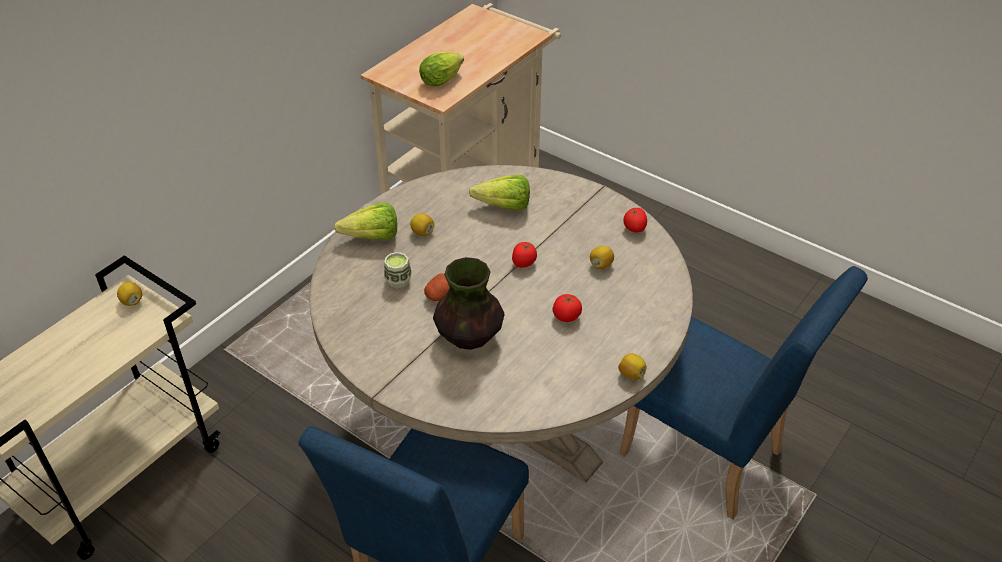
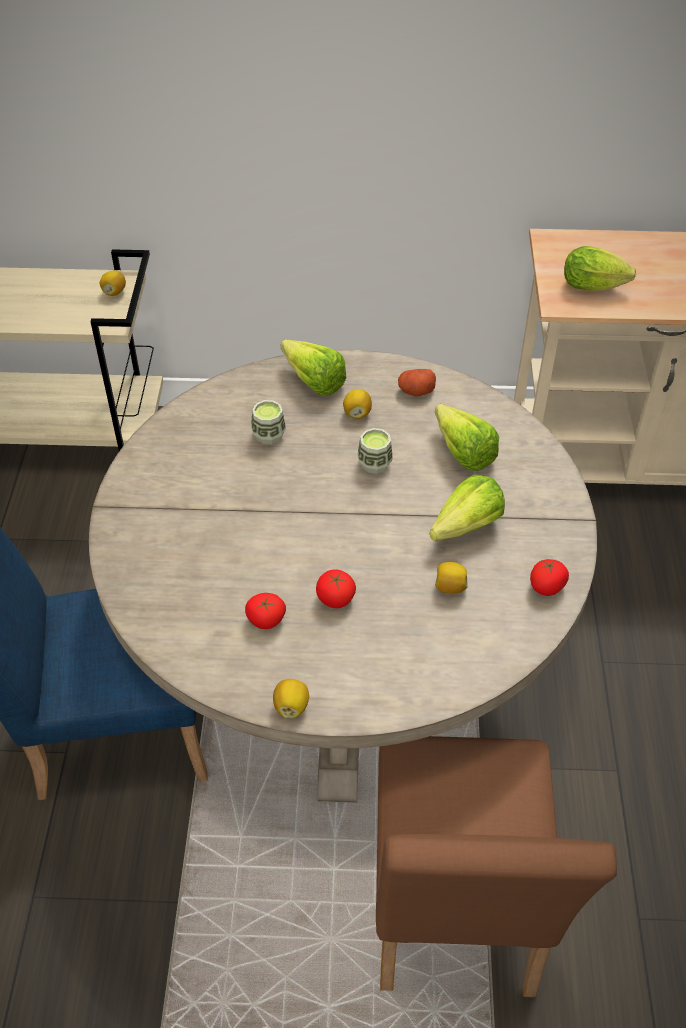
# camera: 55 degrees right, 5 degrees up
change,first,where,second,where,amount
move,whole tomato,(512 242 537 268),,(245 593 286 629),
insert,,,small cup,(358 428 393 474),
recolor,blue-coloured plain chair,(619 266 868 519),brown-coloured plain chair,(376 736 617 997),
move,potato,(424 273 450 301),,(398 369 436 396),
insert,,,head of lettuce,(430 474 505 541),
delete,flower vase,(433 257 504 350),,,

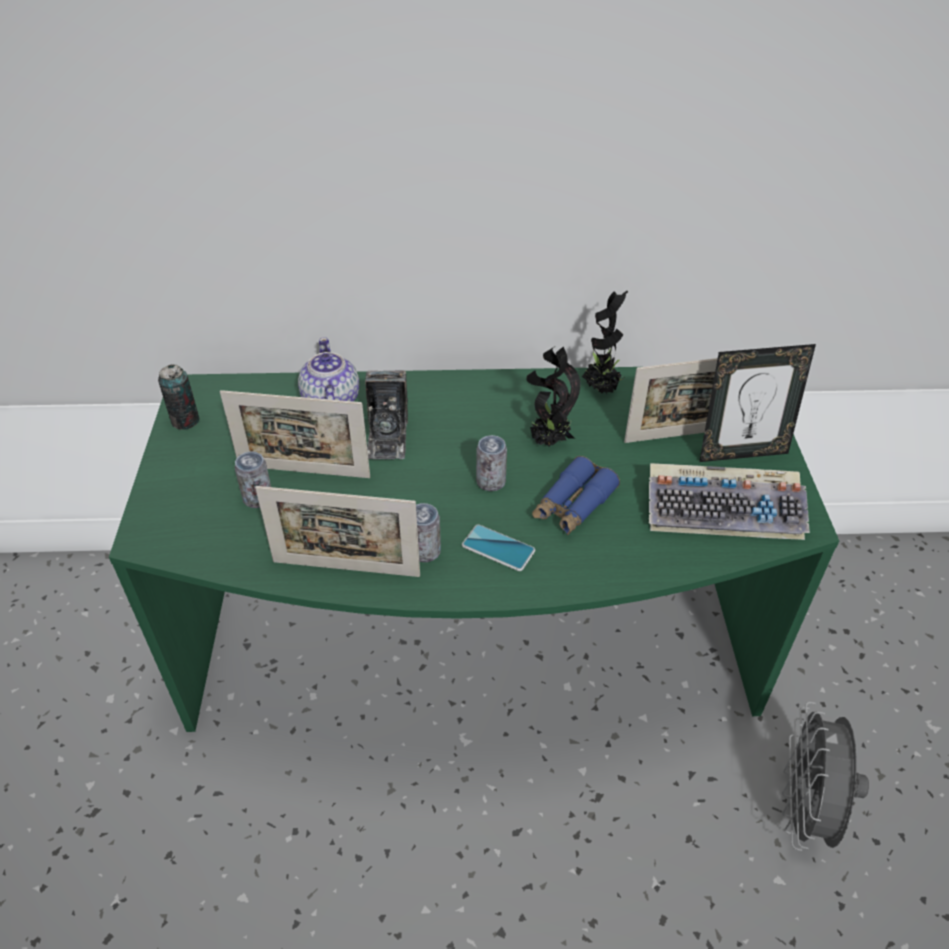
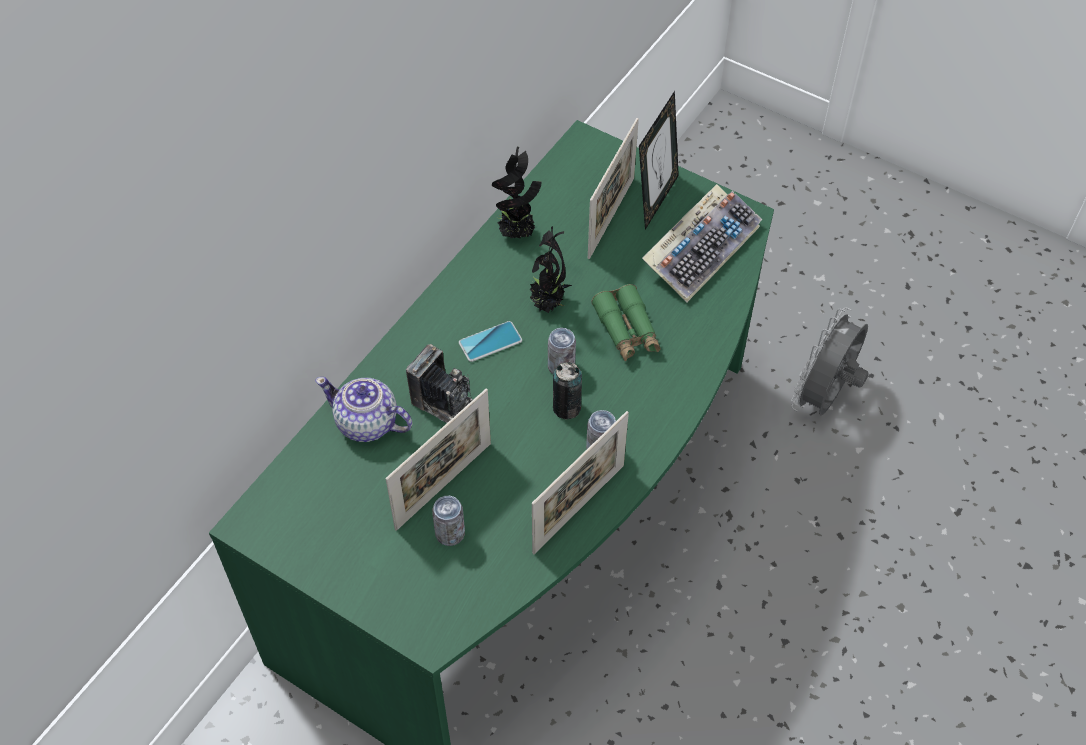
# camera: 55 degrees left, 10 degrees up
change,first,where,second,where,amount
move,phone,(462 524 535 571),,(459 321 522 362),
move,metal can,(158 364 200 430),,(553 362 582 419),
recolor,blue-coloured binoculars,(532 456 620 535),green binoculars,(591 284 661 361),
rotate,grey cooling fan,(782 702 869 851),,(791 307 869 416),75 degrees clockwise

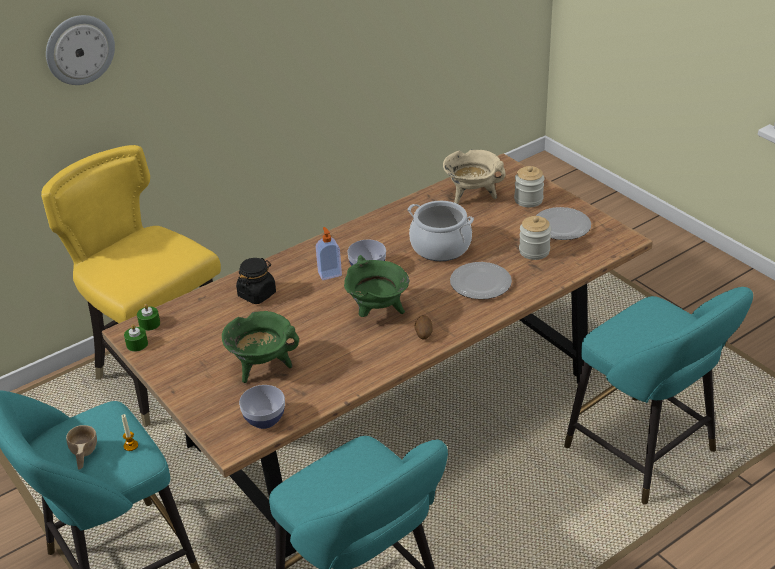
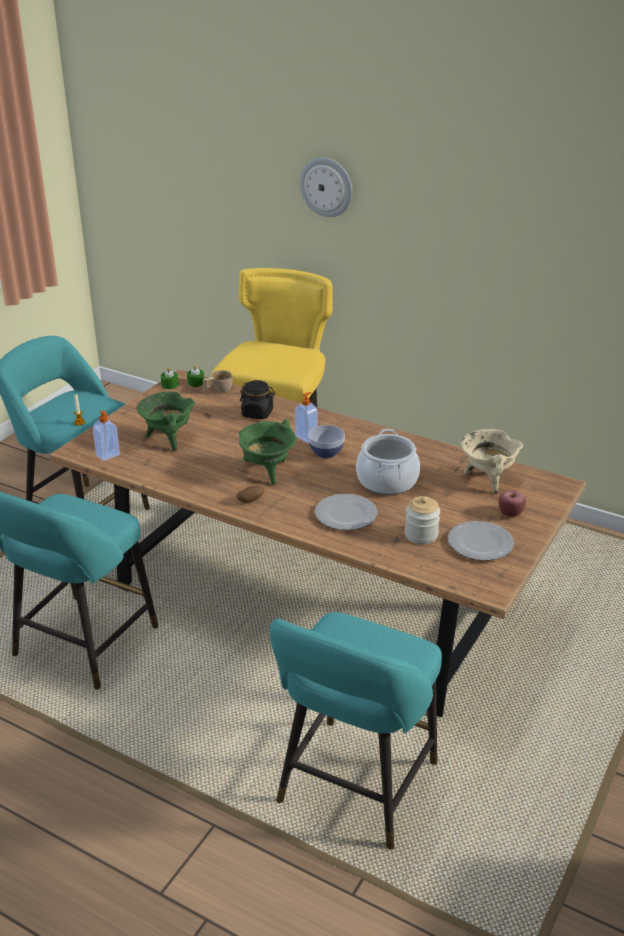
# camera: 65 degrees right, 5 degrees down
change,first,where,second,where,amount
replace,serving bowl,(239 385 285 429),liquid soap bottle,(93 410 120 461),
move,beige small cup,(66 425 97 470),,(203 370 233 393),
replace,jar,(514 166 544 207),apple fruit,(499 490 526 517),

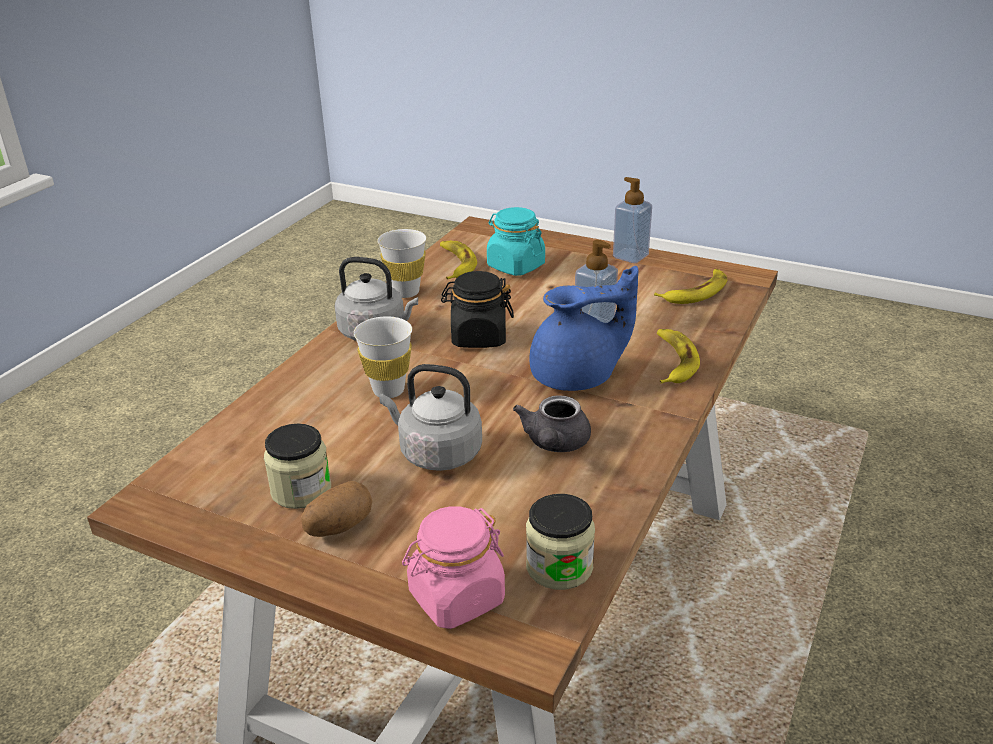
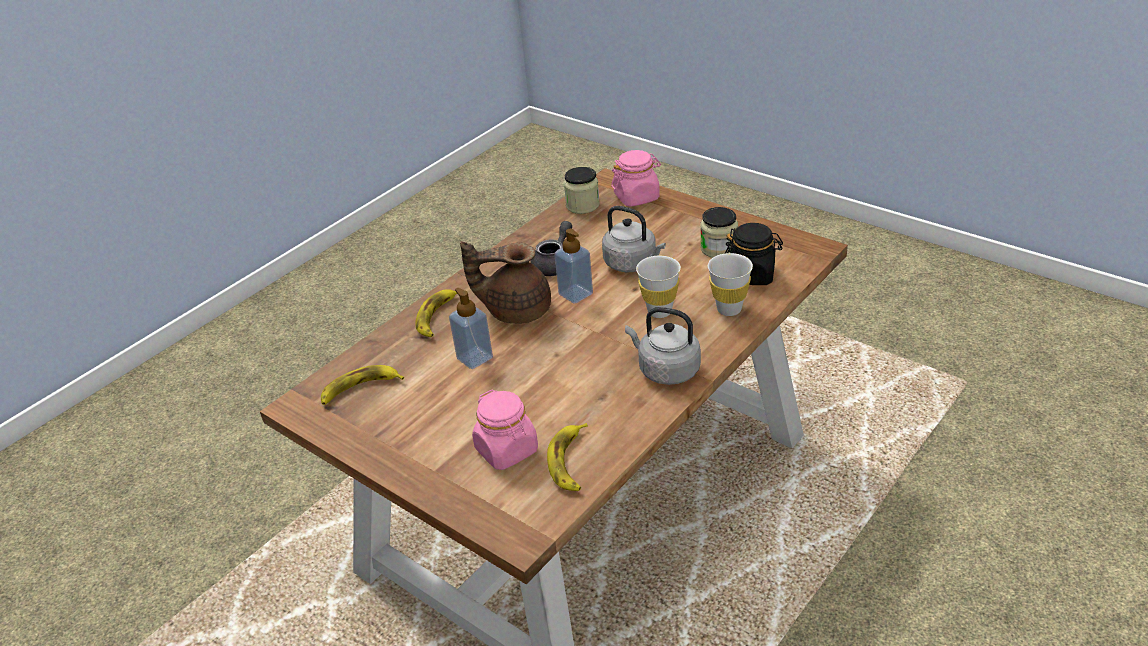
# camera: 165 degrees left, 5 degrees up
change,first,where,second,where,amount
recolor,blue-coloured teapot,(529 266 638 391),brown-coloured teapot,(460 241 551 324),
recolor,turquoise jar,(487 207 545 276),pinkish jar,(472 390 538 470),
move,liquid soap bottle,(613 177 652 263),,(554 229 593 304),
move,whitish small cup,(377 229 426 298),,(708 253 753 316),
move,black-coloured jar,(441 271 514 348),,(725 223 783 285),
delete,potato,(301 481 372 537),,,

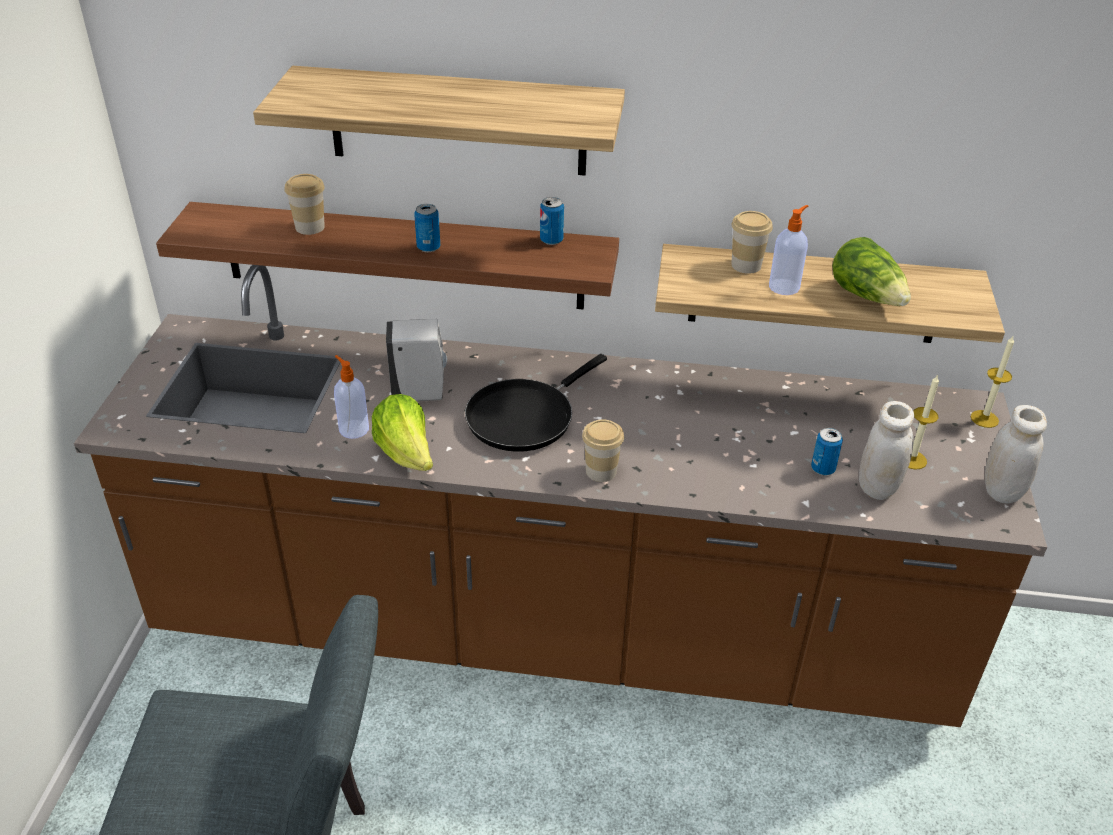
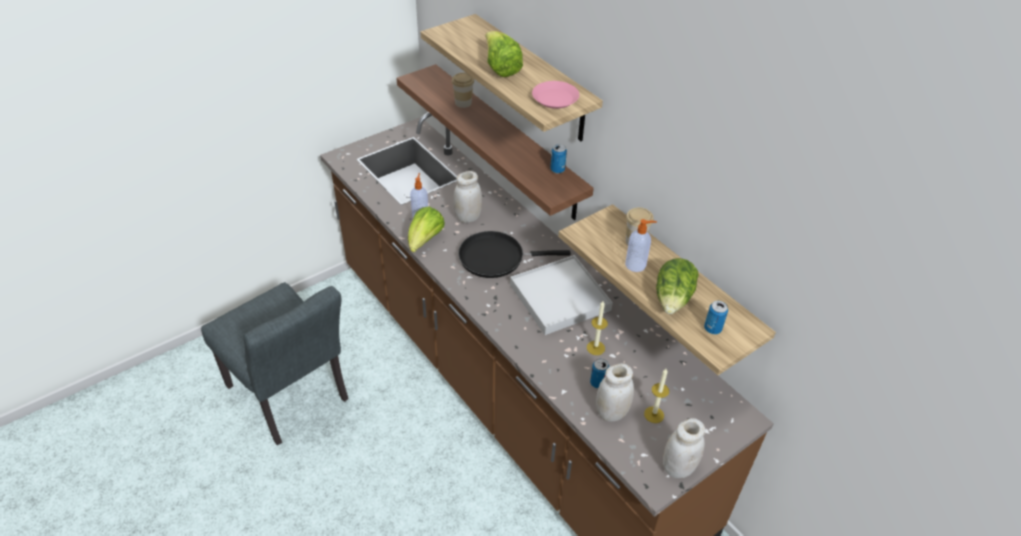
# camera: 45 degrees right, 5 degrees up
change,first,where,second,where,amount
replace,whitish liquid soap bottle,(386 319 447 401),whitish jar,(453 171 482 223),
insert,,,head of lettuce,(485 31 523 77),
insert,,,whitish tray,(510 255 613 335),
insert,,,pinkish dinner plate,(532 81 579 109),
move,wax candle,(971 336 1014 428),,(587 301 608 355),
move,metal can,(414 204 440 252),,(704 301 728 334),
delete,small cup,(582 419 624 482),,,

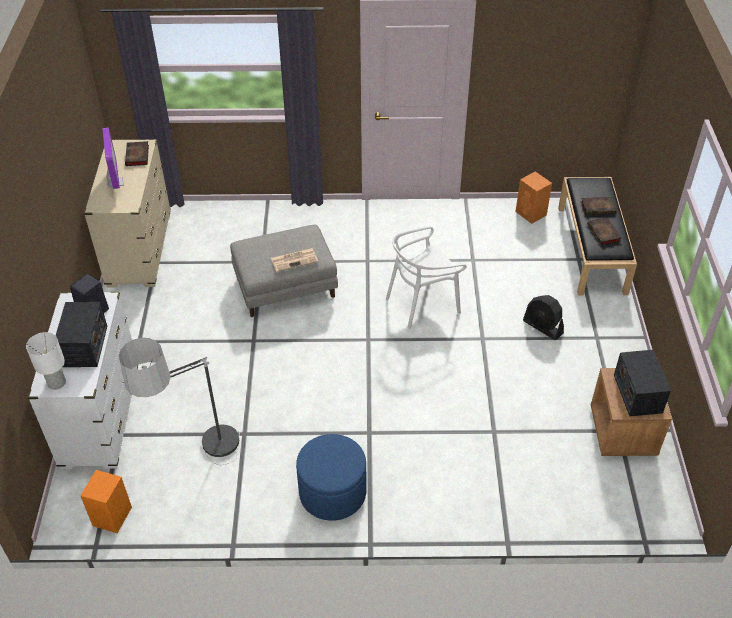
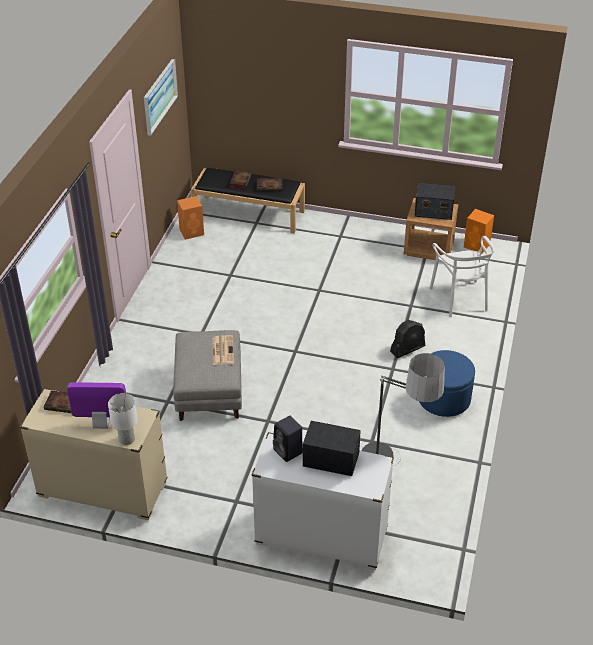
# camera: 75 degrees left, 5 degrees down
change,first,where,second,where,amount
move,whitish tabletop lamp,(26 332 66 390),,(108 393 137 445),
insert,,,picture,(144 59 178 136),
move,black-coloured cooling fan,(523 295 564 340),,(390 320 425 358),
move,whitish plain chair,(386 226 467 329),,(430 236 494 317),
move,orange speaker,(80 470 132 533),,(464 209 494 254),

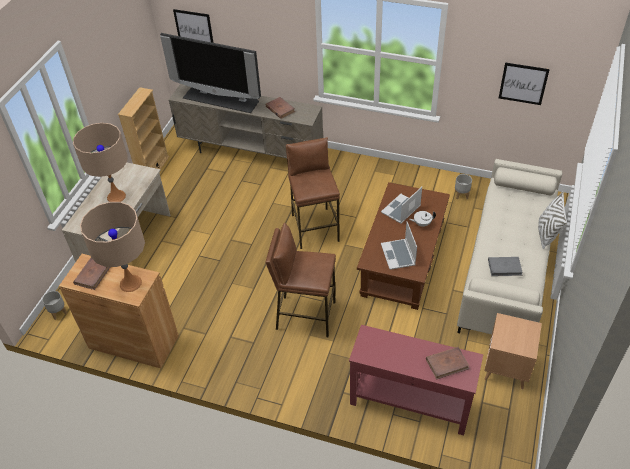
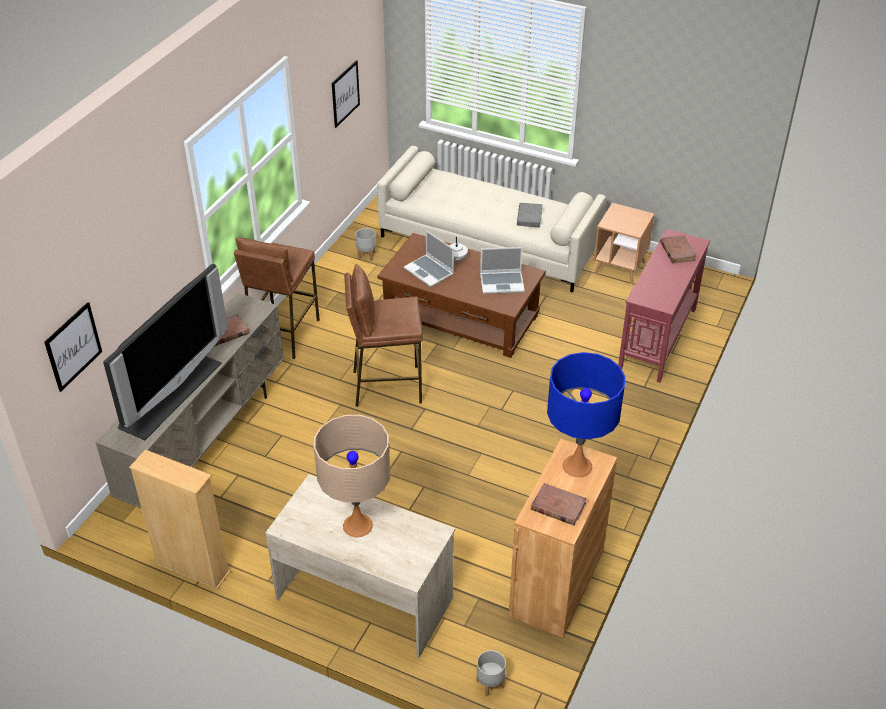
# camera: 85 degrees left, 5 degrees down
change,first,where,second,where,amount
move,brown-coloured stool,(265 223 336 337),,(234 238 320 359),
recolor,beige tabletop lamp,(80 202 145 292),blue-coloured tabletop lamp,(547 352 625 477),
delete,whitish pillow,(538 192 567 249),,,

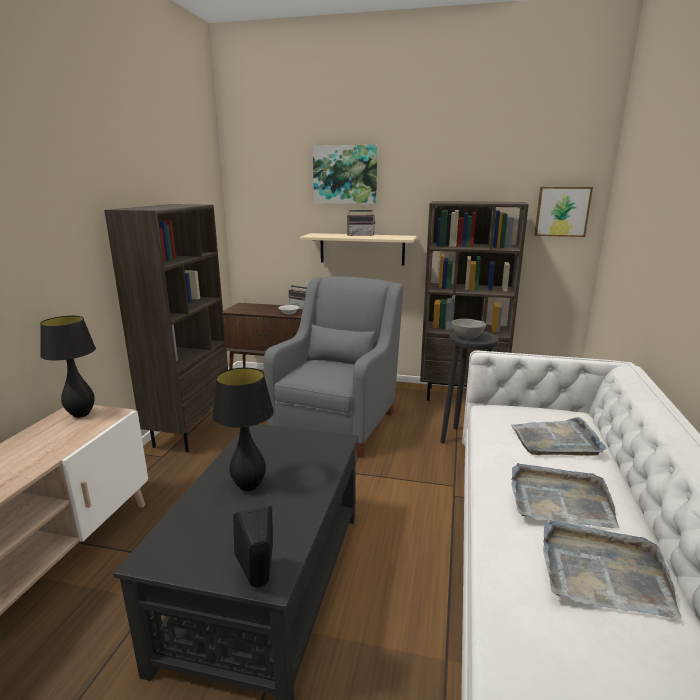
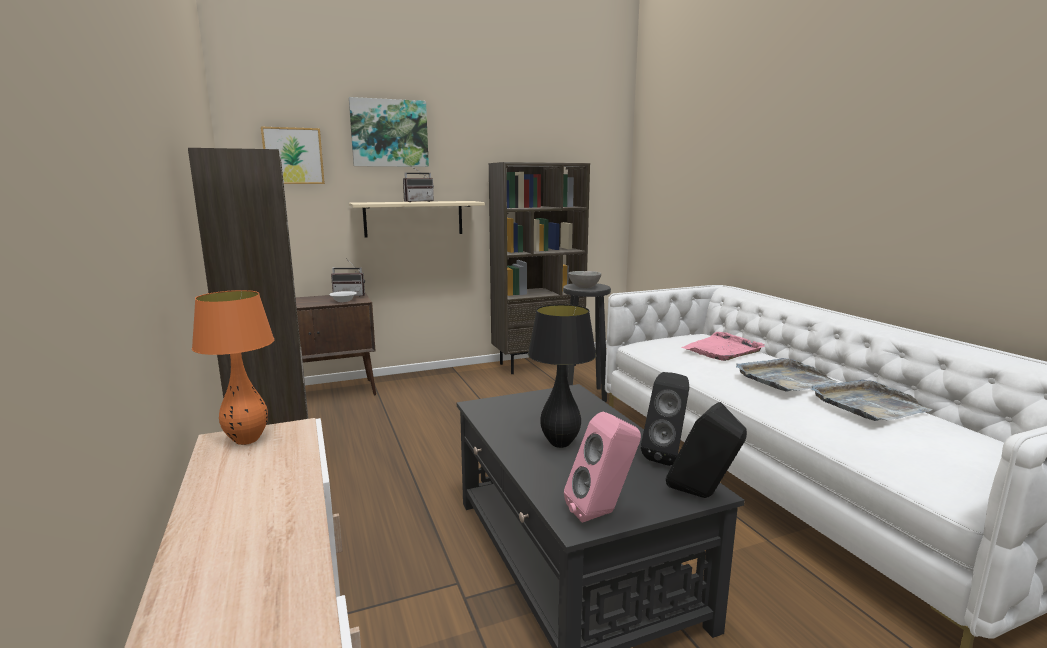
# camera: 35 degrees left, 5 degrees down
change,first,where,second,where,amount
recolor,black-coloured tabletop lamp,(40 316 96 418),orange tabletop lamp,(192 290 274 445),
move,picture,(534 187 593 237),,(261 127 325 184),
insert,,,pinkish speaker,(564 411 641 523),
insert,,,black-coloured speaker,(641 372 689 466),
recolor,grey tray,(511 417 606 456),pinkish tray,(682 332 765 361),
delete,grey easy chair,(263 276 403 458),,,

